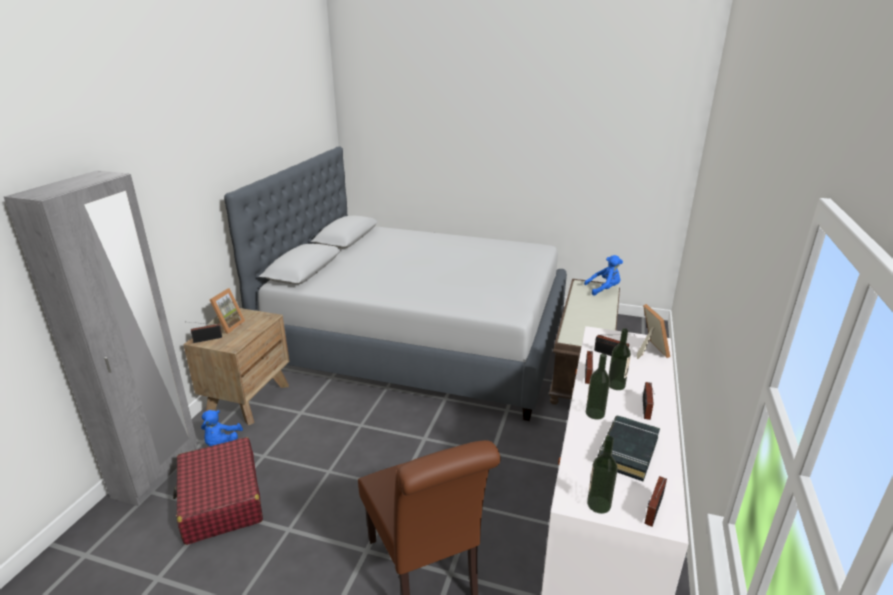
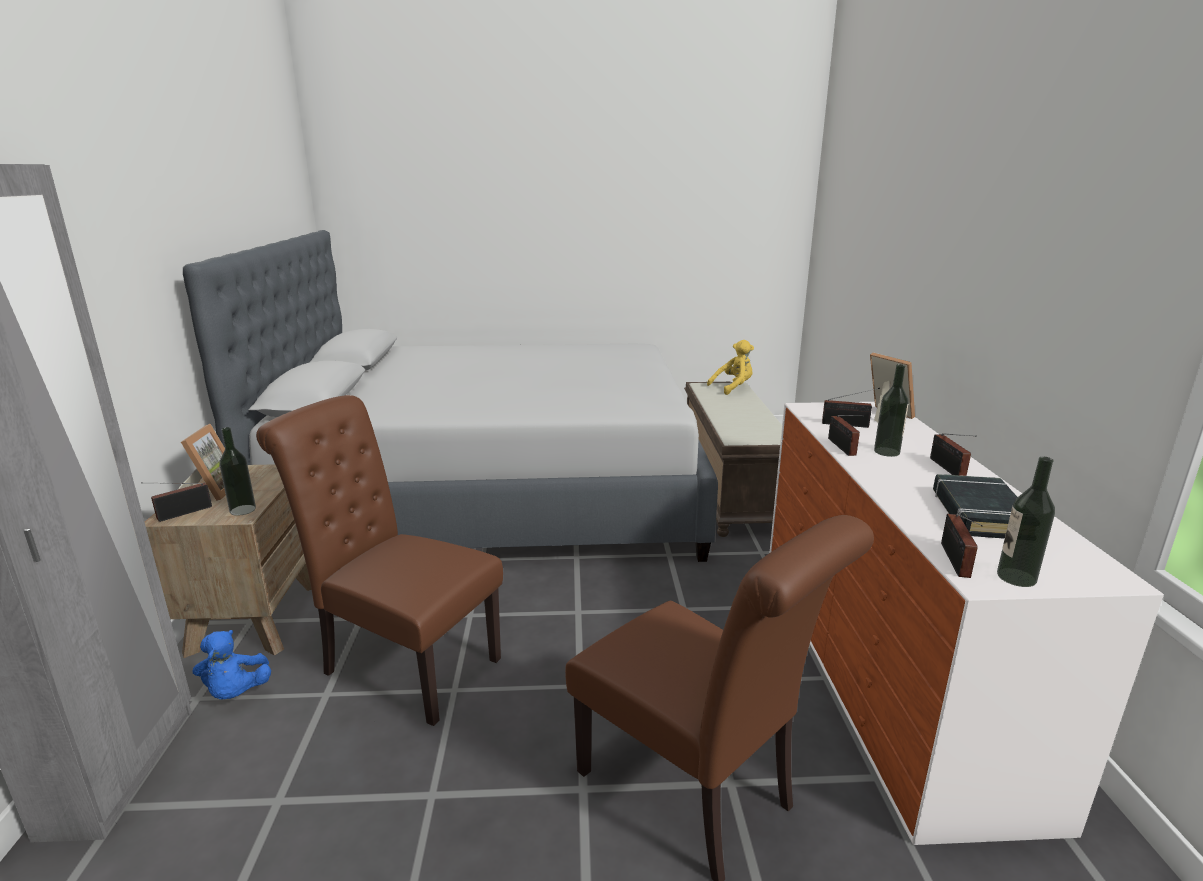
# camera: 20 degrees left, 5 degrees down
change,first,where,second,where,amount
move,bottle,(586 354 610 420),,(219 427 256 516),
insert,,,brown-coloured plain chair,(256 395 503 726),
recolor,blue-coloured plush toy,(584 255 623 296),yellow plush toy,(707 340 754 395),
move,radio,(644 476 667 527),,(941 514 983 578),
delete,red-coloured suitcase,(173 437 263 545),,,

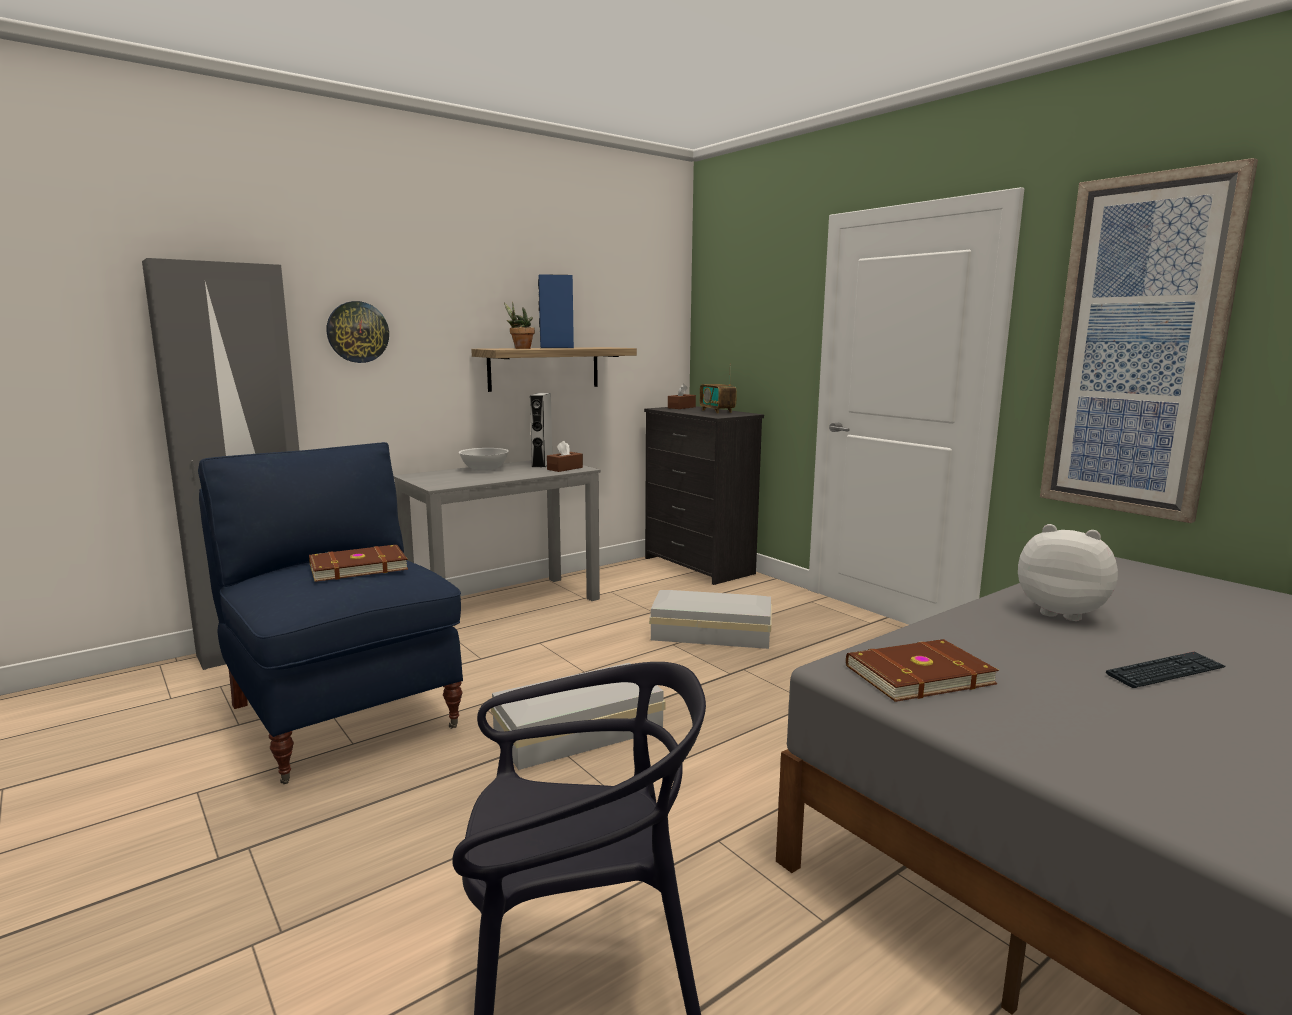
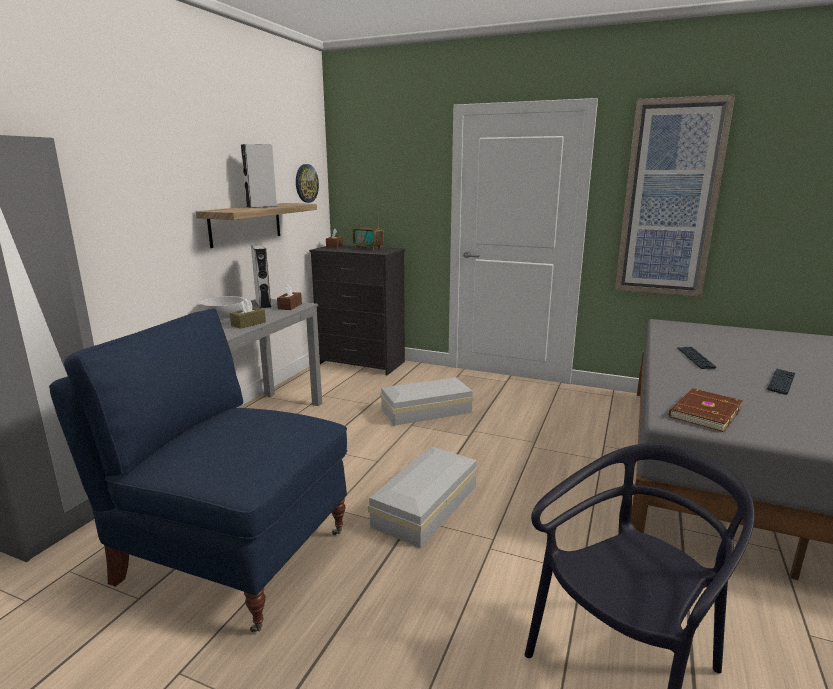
# camera: 30 degrees left, 5 degrees up
change,first,where,second,where,amount
insert,,,brown-coloured box of tissues,(230 299 266 329),
recolor,blue-coloured speaker,(538 274 574 348),grey speaker,(241 144 277 208),
move,hanging clock,(327 301 389 363),,(296 164 319 203),
replace,plush toy,(1018 524 1118 621),PC keyboard,(677 346 716 369),
delete,brown-coloured book,(309 545 408 582),,,
delete,houseplant,(504 301 535 349),,,

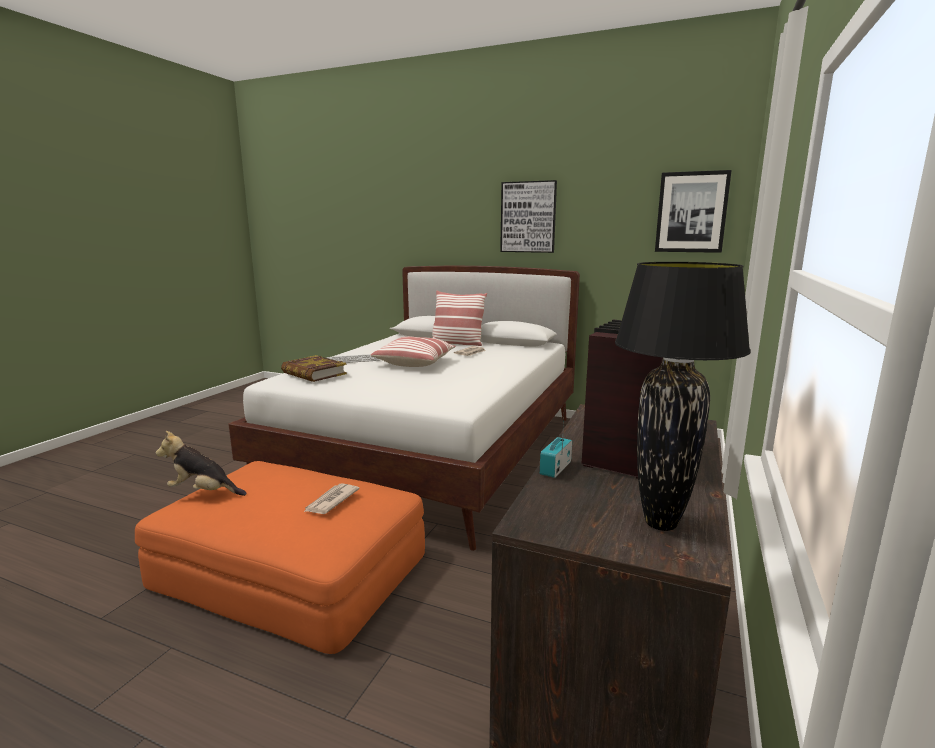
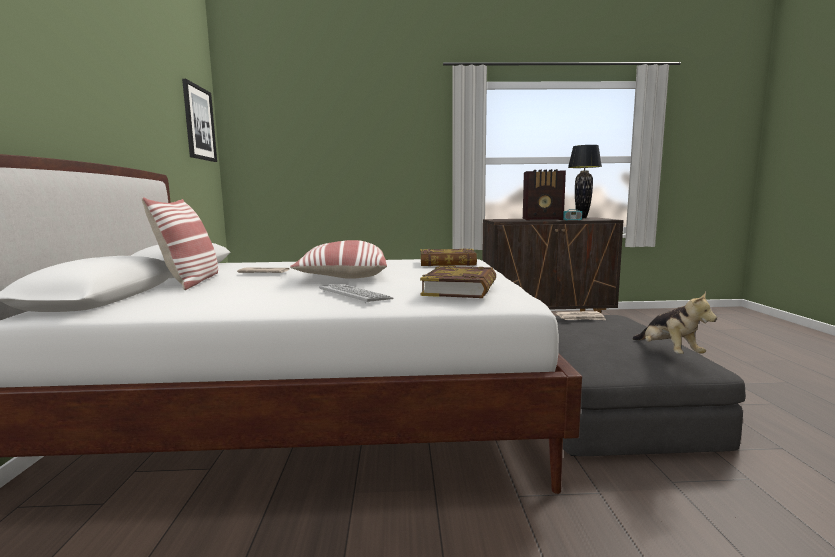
# camera: 115 degrees left, 5 degrees down
change,first,where,second,where,amount
insert,,,book,(421 248 477 266),
recolor,orange footrest,(135 461 425 654),grey footrest,(555 315 746 456),
delete,picture,(500 180 557 253),,,

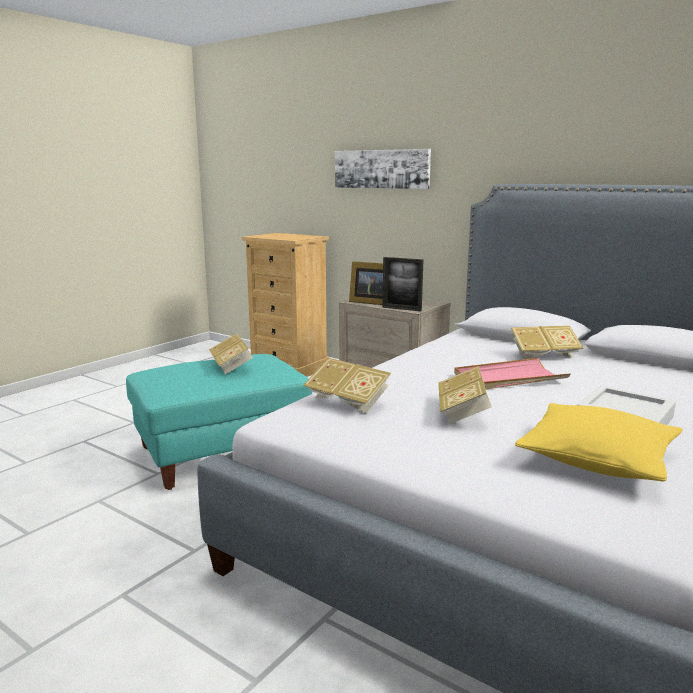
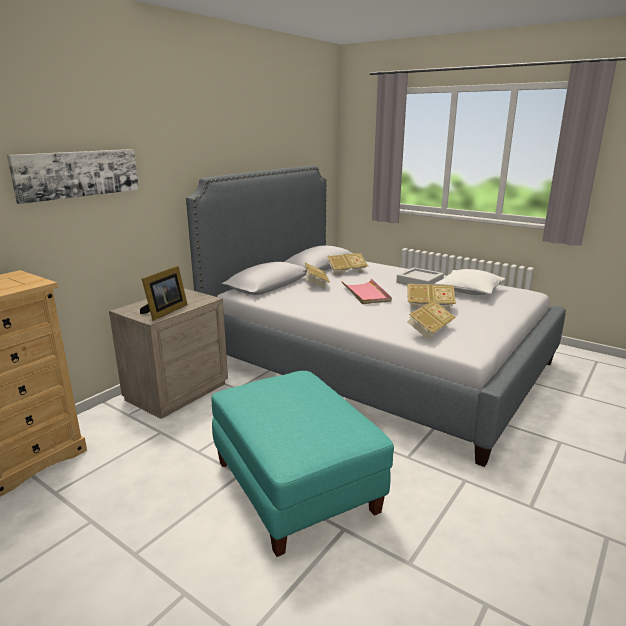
# camera: 90 degrees left, 5 degrees up
change,first,where,second,where,amount
move,book,(209 333 253 374),,(327 253 368 275),
recolor,yellow pillow,(515 403 683 482),whitish pillow,(435 269 505 295),
delete,picture frame,(382 257 424 311),,,

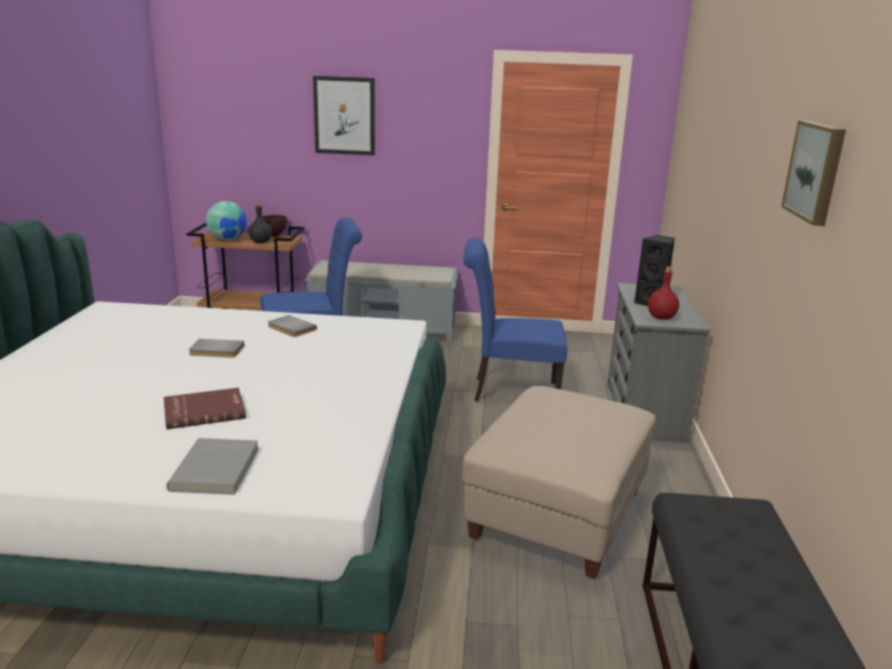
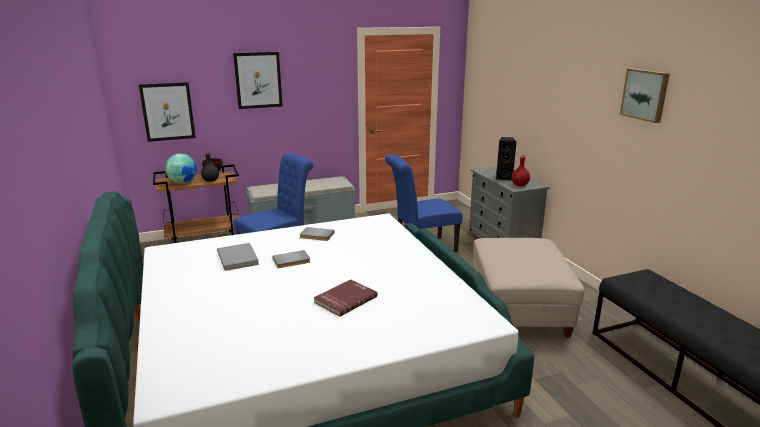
# camera: 25 degrees left, 0 degrees up
change,first,where,second,where,amount
insert,,,picture,(139 82 196 142),
move,grey book,(166 438 259 495),,(217 243 259 271),

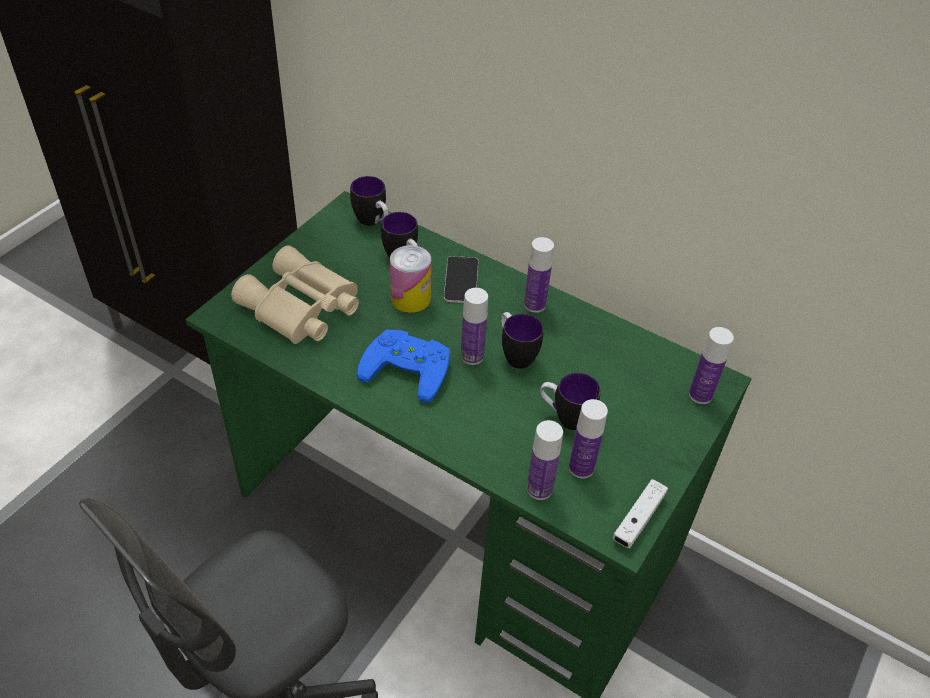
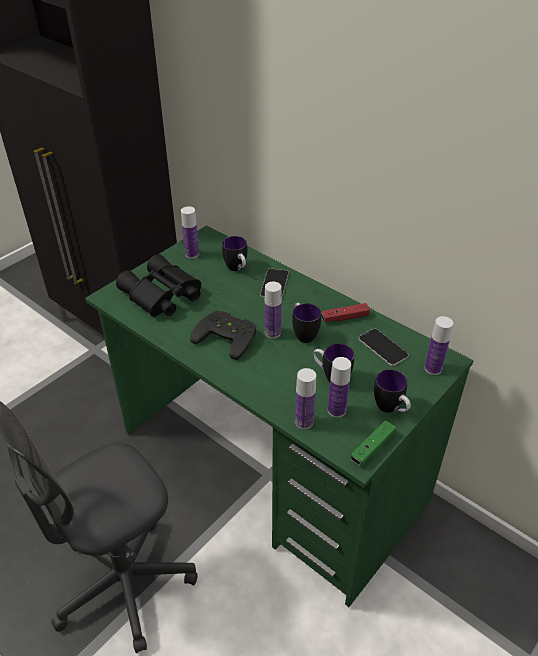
# camera: 10 degrees right, 5 degrees down
change,first,where,second,where,amount
recolor,beige binoculars,(231 245 359 344),black-coloured binoculars,(116 254 201 317),
move,bottle,(524 237 554 313),,(181 206 199 258),
recolor,blue-coloured joypad,(357 329 450 403),black-coloured joypad,(190 311 256 360),
insert,,,red-coloured joypad,(321 303 370 322),
recolor,whitish joypad,(612 479 668 548),green joypad,(350 420 396 466),
insert,,,phone,(359 328 409 366),
move,mug,(350 176 389 226),,(374 369 411 413),
delete,metal can,(390 245 431 313),,,

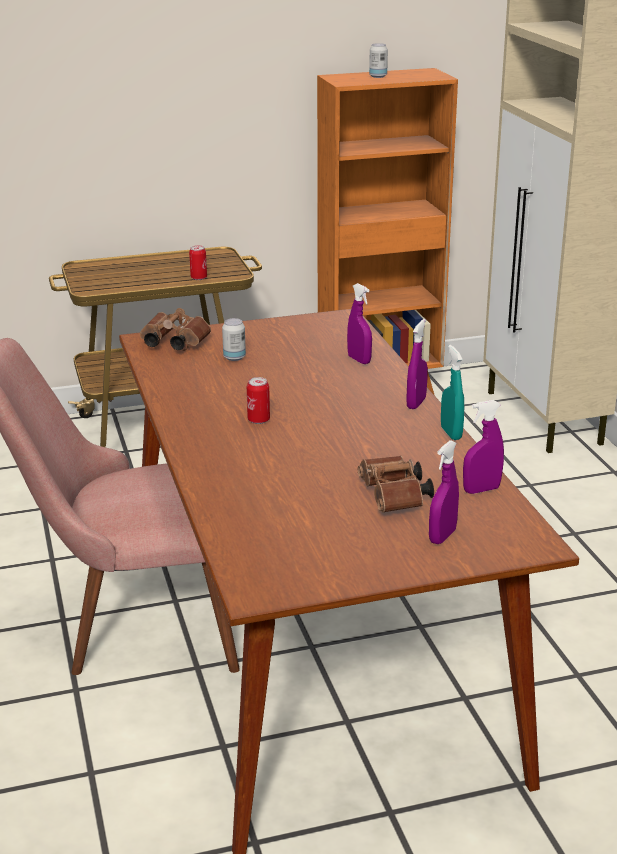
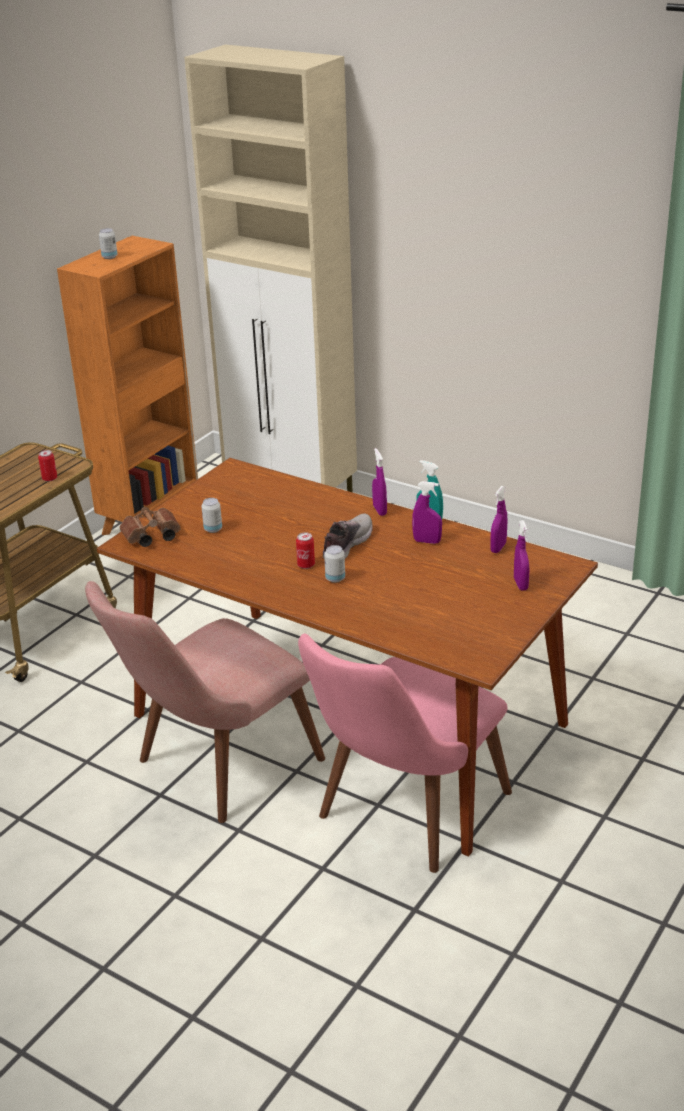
# camera: 40 degrees left, 5 degrees up
change,first,where,second,where,amount
insert,,,pinkish plain chair,(298 633 512 873),
insert,,,shoe,(323 513 373 558),
insert,,,metal can,(324 545 345 583),
move,purple hand sprayer,(347 283 372 364),,(412 481 442 544),
delete,brown-coloured binoculars,(358 456 434 513),,,

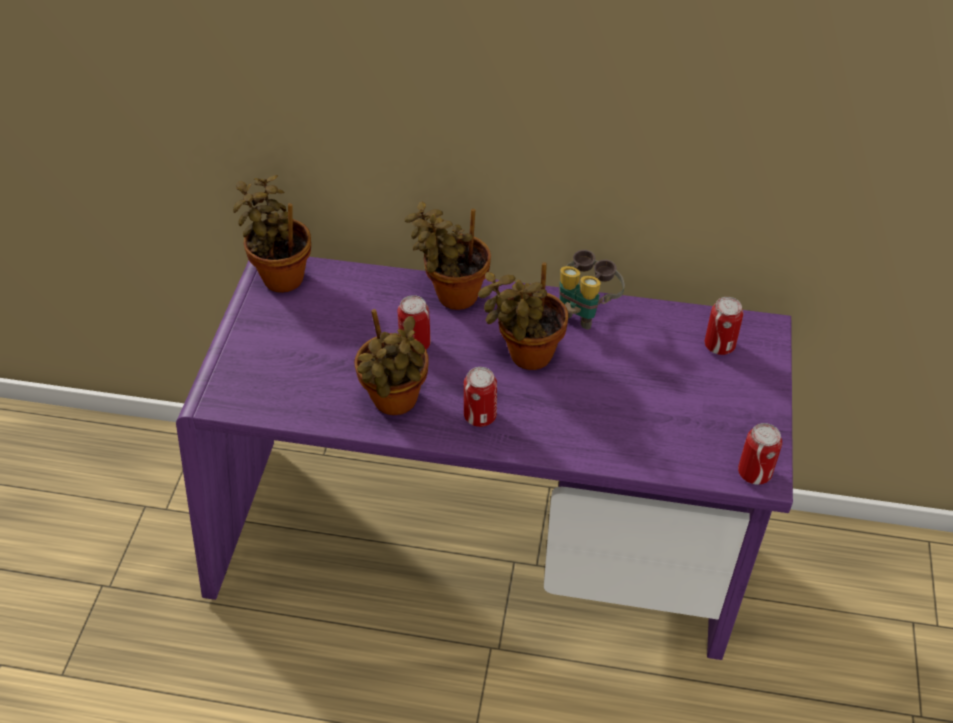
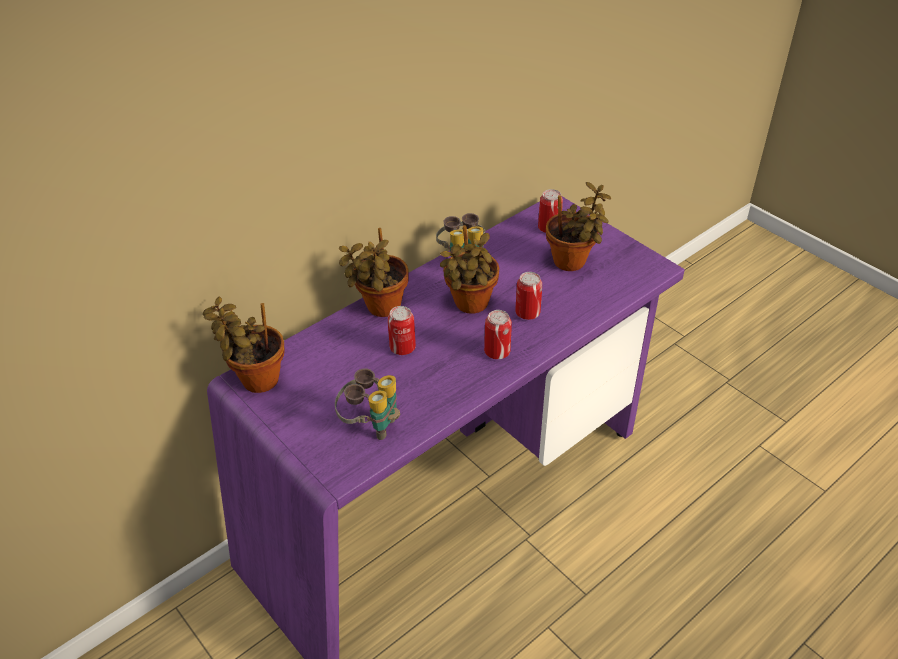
# camera: 50 degrees left, 5 degrees down
change,first,where,second,where,amount
insert,,,binoculars,(335 368 400 440),
move,metal can,(738 423 782 485),,(515 272 542 320),
move,houseplant,(354 309 429 415),,(546 182 611 271),

